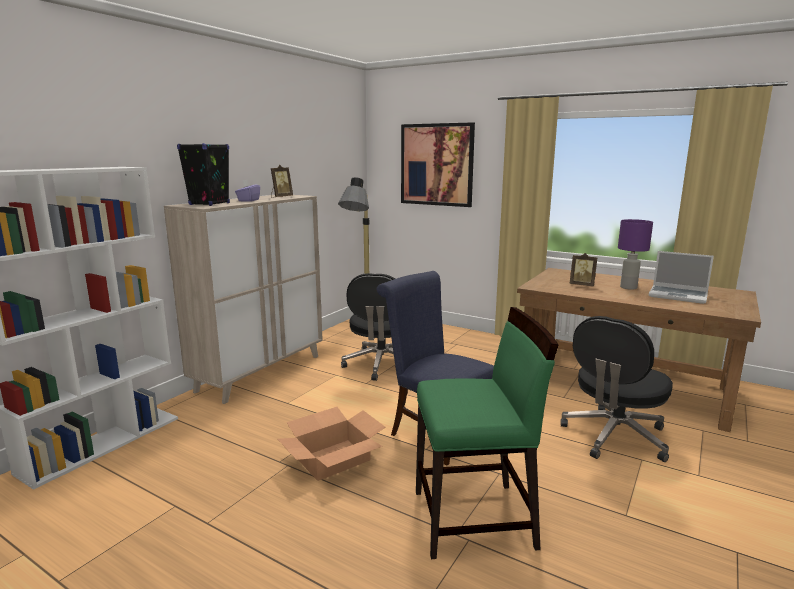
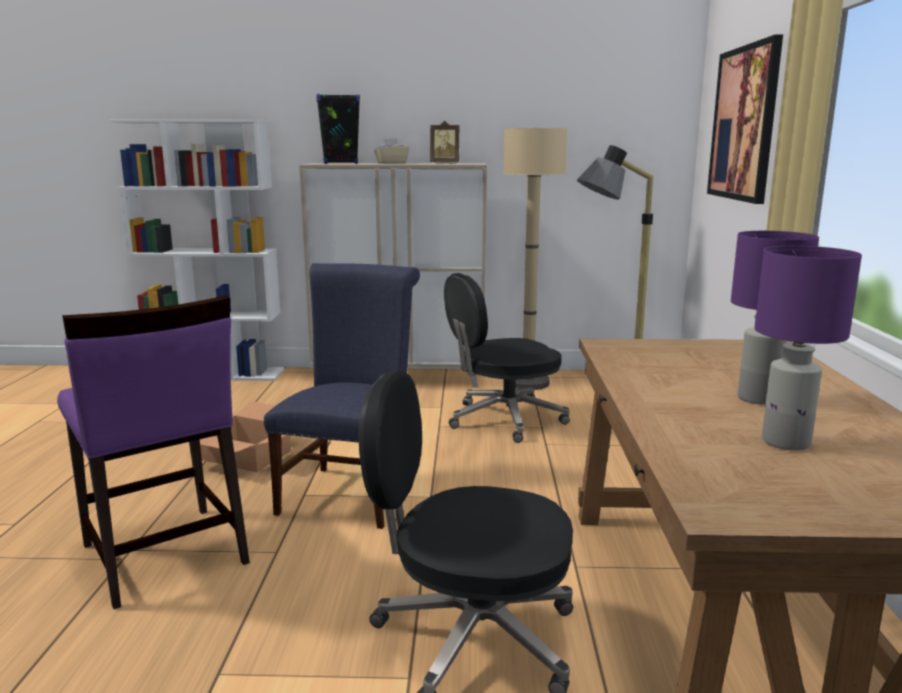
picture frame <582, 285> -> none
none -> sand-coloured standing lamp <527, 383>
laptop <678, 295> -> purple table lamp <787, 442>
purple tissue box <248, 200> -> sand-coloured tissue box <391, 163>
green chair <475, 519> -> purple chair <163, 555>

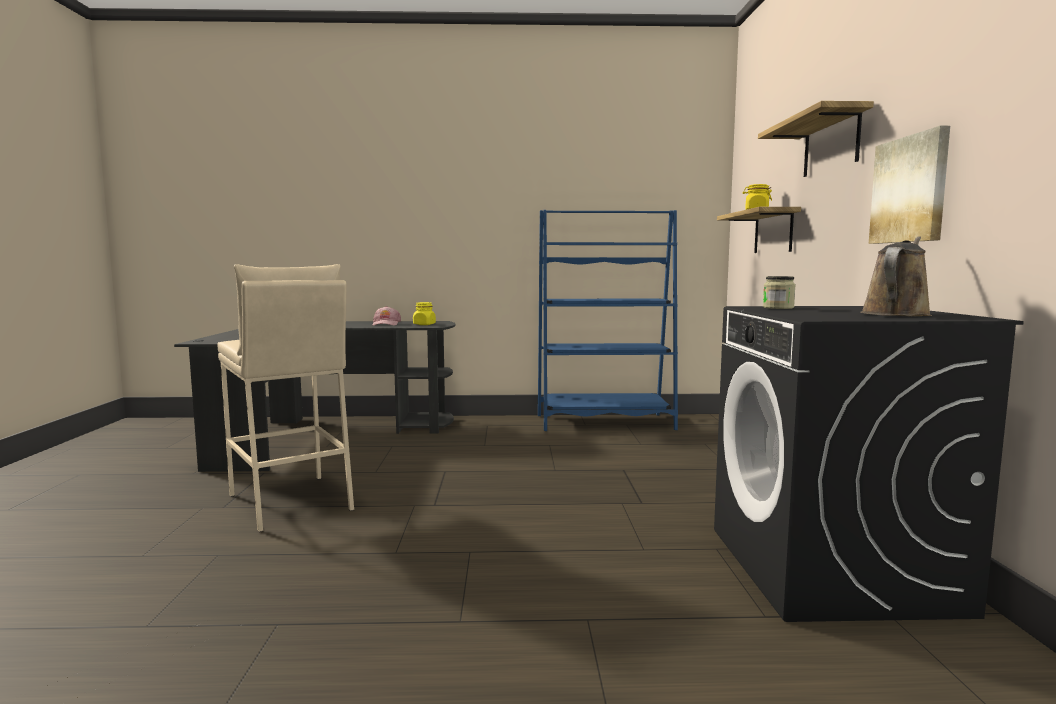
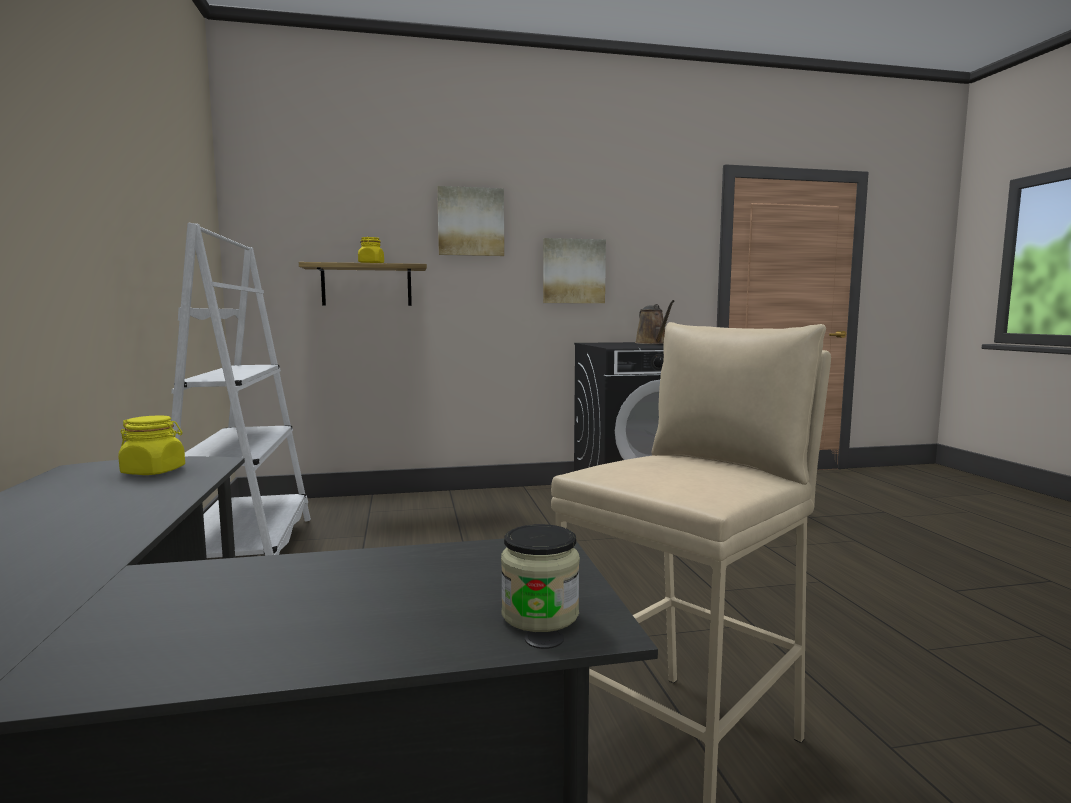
pinkish cap <386, 324> -> none
storage jar <778, 308> -> storage jar <540, 614>, moved
wall shelf <831, 144> -> wall art <470, 222>
bluish bookcase <604, 422> -> whitish bookcase <246, 553>
brown watering can <896, 314> -> brown watering can <653, 343>, 135 degrees counterclockwise

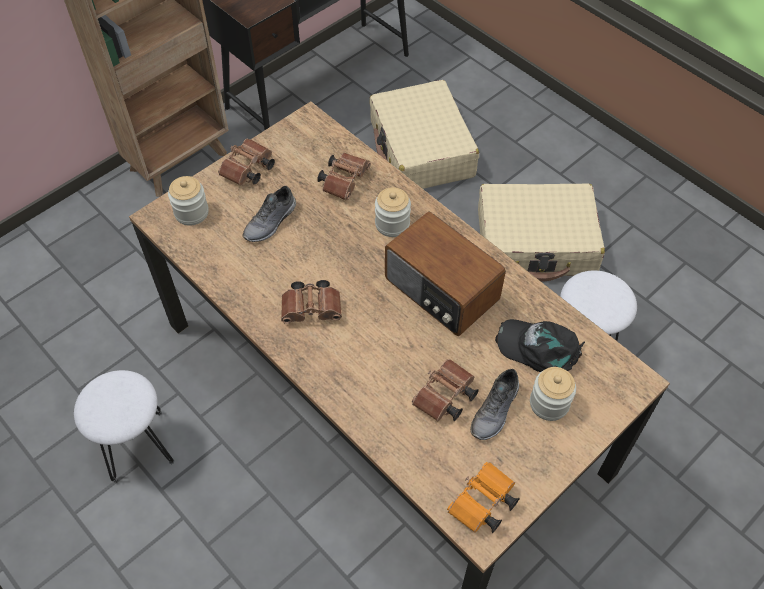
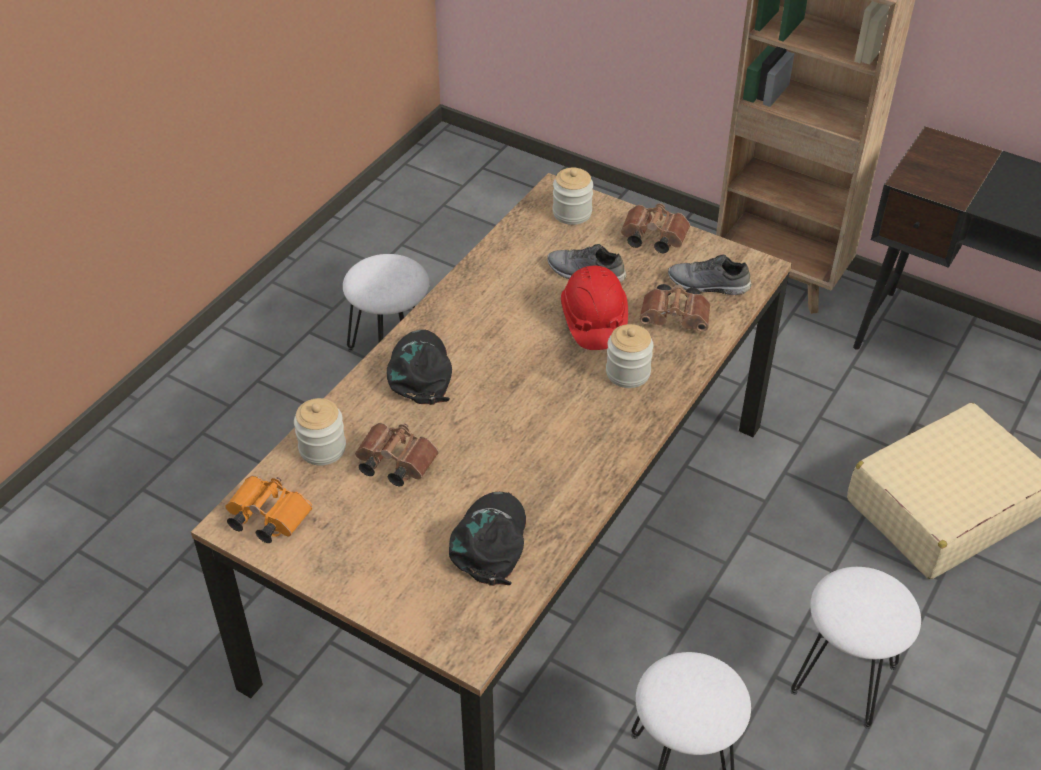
brown field glasses <313, 309> -> none
radio set <440, 291> -> none
none -> black cap <420, 371>
none -> red work helmet <593, 321>
greyish low shoe <495, 410> -> greyish low shoe <708, 285>, moved
storage jar <549, 403> -> storage jar <322, 448>, moved
sand-coloured piece of luggage <536, 242> -> whitish stool seat <845, 679>

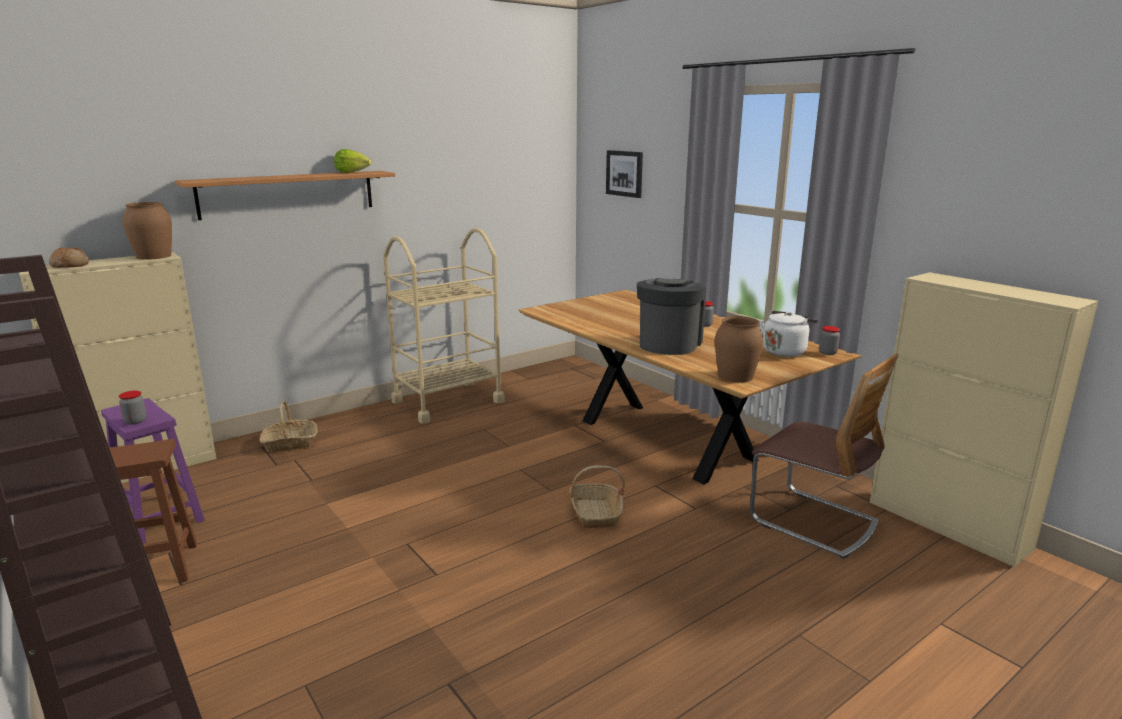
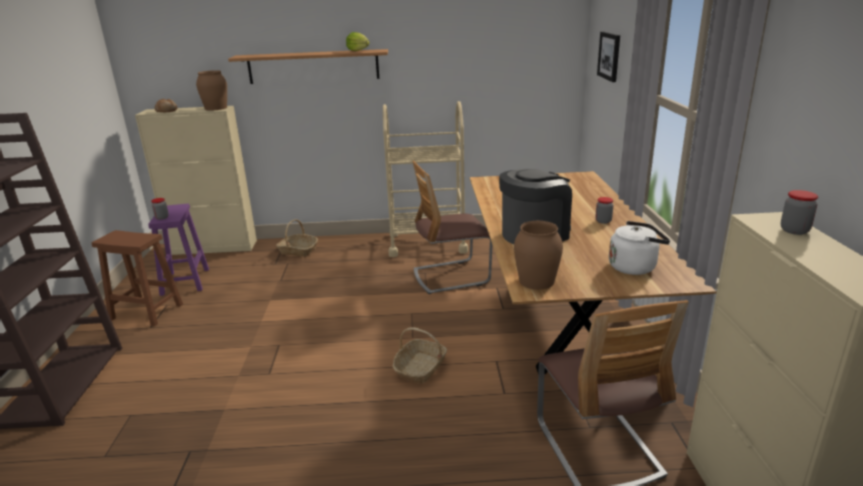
none -> chair <451, 276>
storage jar <827, 353> -> storage jar <794, 230>, moved

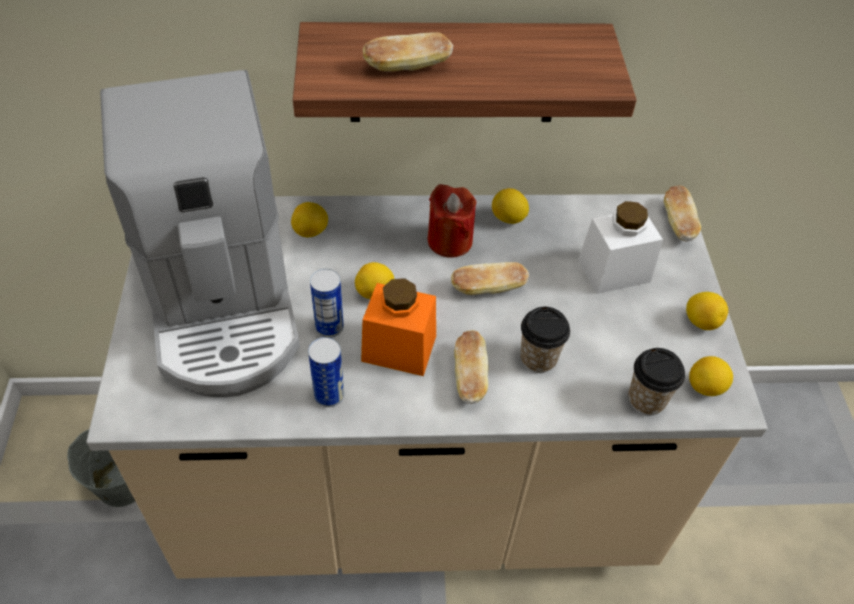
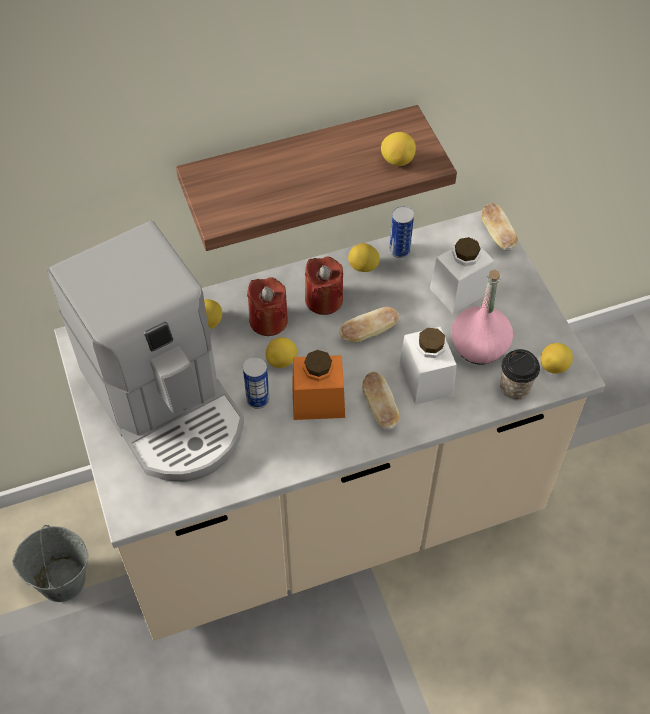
baked bread <407, 67> -> none
none -> red wax candle <268, 320>
none -> pinkish beverage bottle <479, 346>
sealed can <329, 395> -> sealed can <399, 251>, moved
whole lemon <701, 322> -> whole lemon <397, 160>, moved
drinking cup <538, 358> -> whitish storage jar <426, 379>

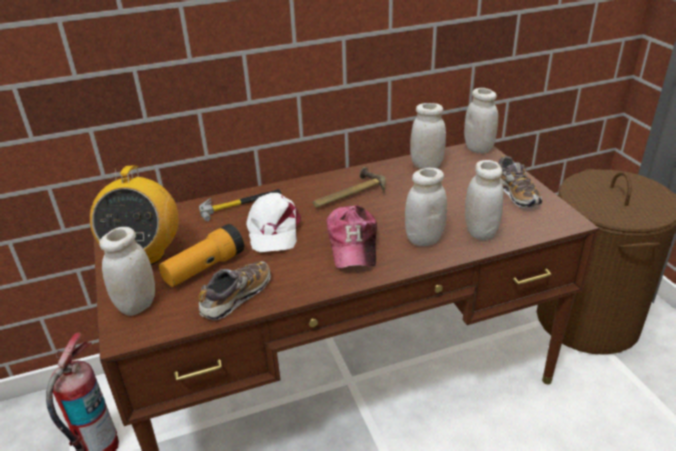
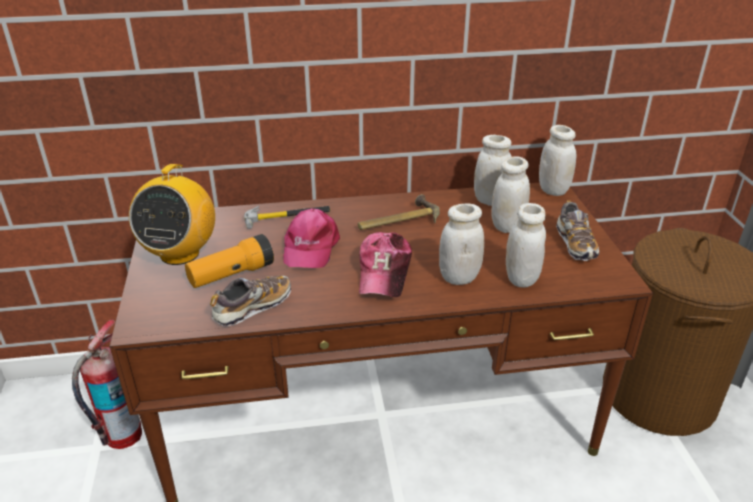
whitish storage jar <137, 305> -> whitish storage jar <507, 226>, moved
whitish cap <273, 230> -> pinkish cap <310, 247>

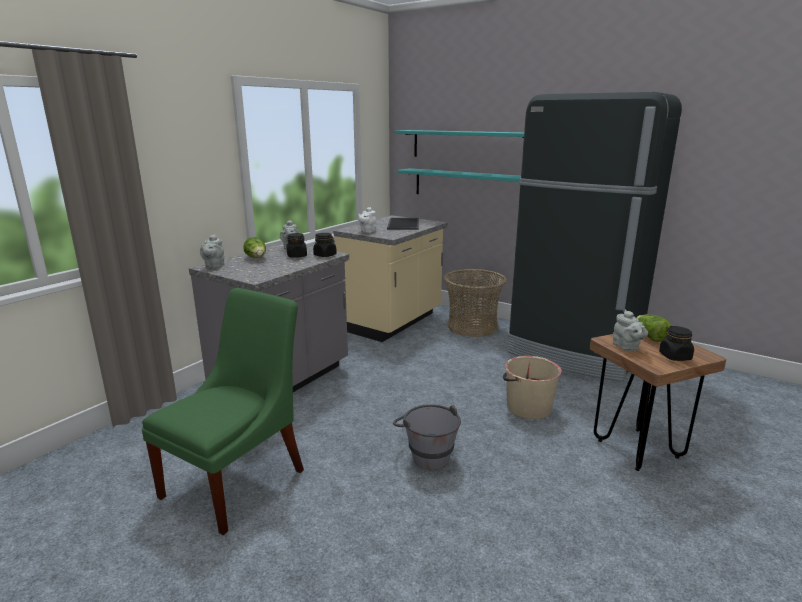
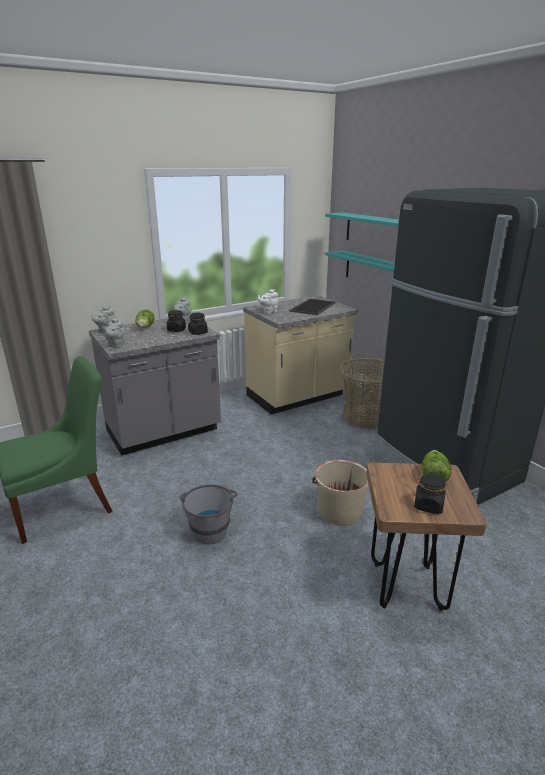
greyish tea pot <627, 347> -> greyish tea pot <116, 345>, moved

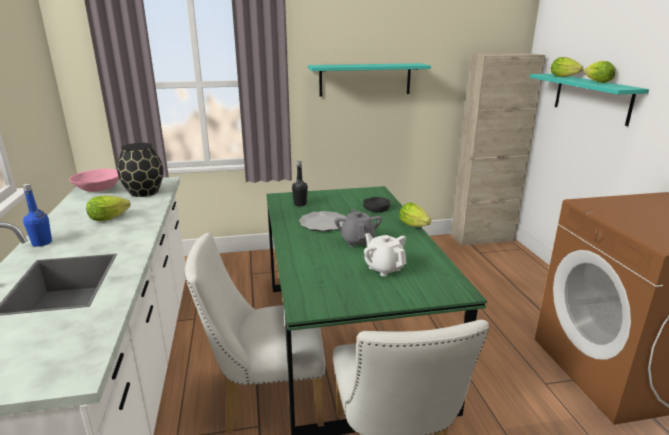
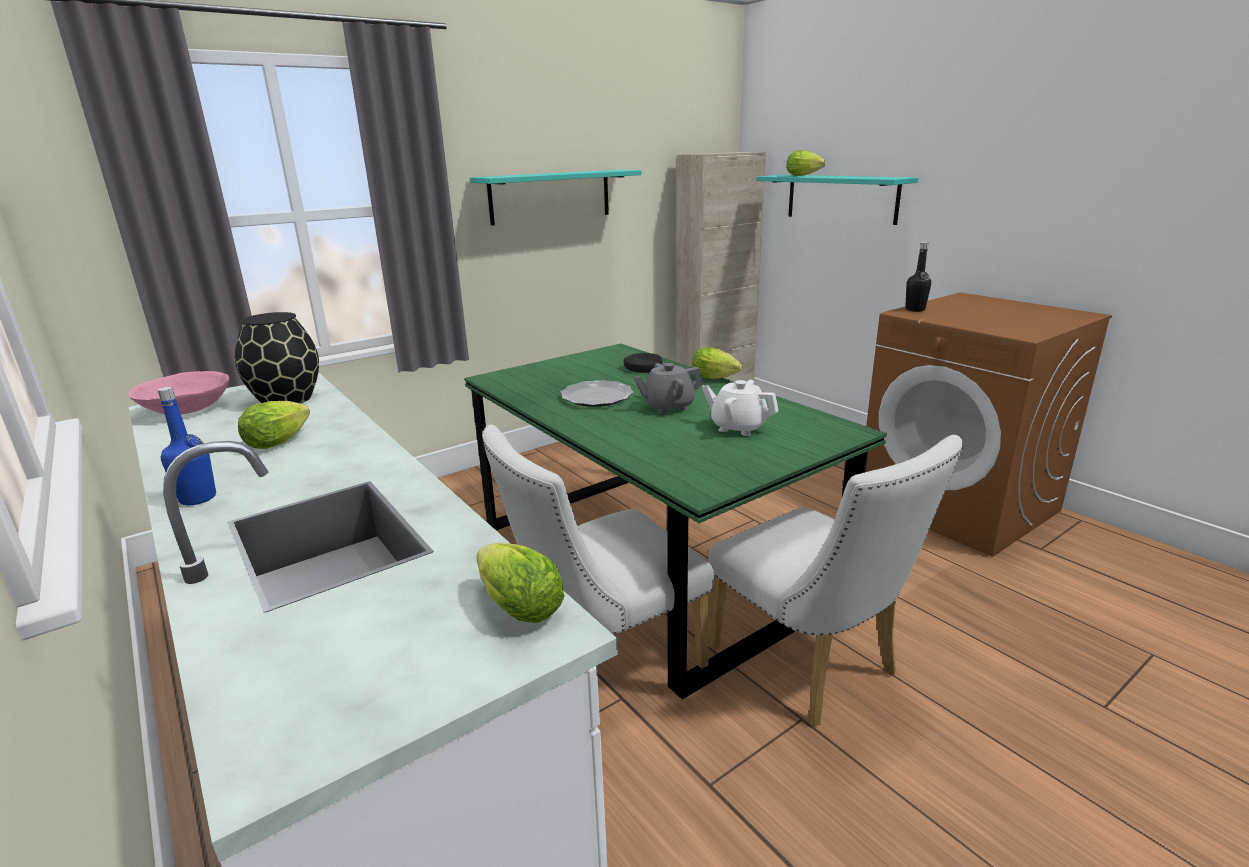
black beverage bottle <300, 204> -> black beverage bottle <915, 310>, moved
lettuce head <595, 82> -> lettuce head <516, 605>, moved
greyish tea pot <357, 241> -> greyish tea pot <668, 407>, 75 degrees counterclockwise

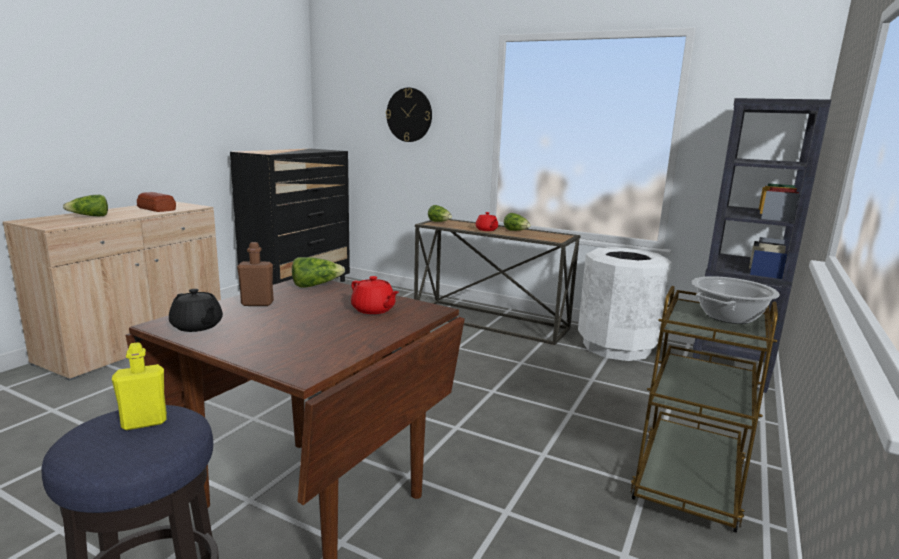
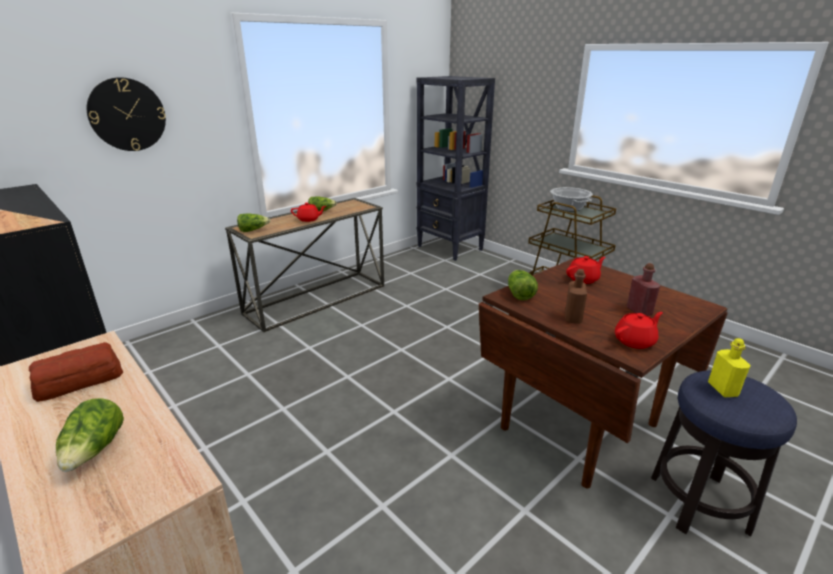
whitish rubbish bin <616, 347> -> none
none -> red beverage bottle <639, 311>
black tea pot <197, 326> -> red tea pot <635, 341>

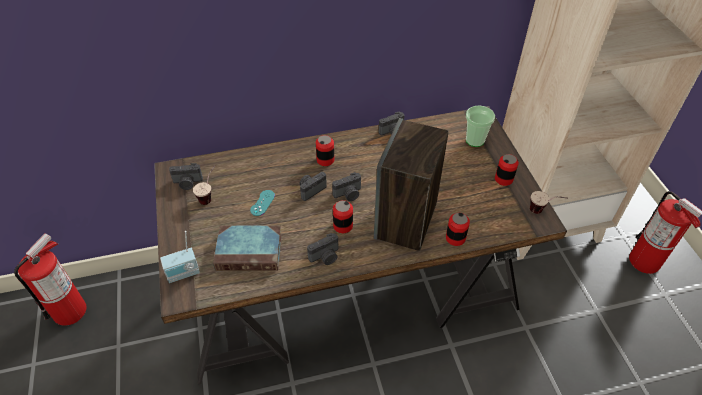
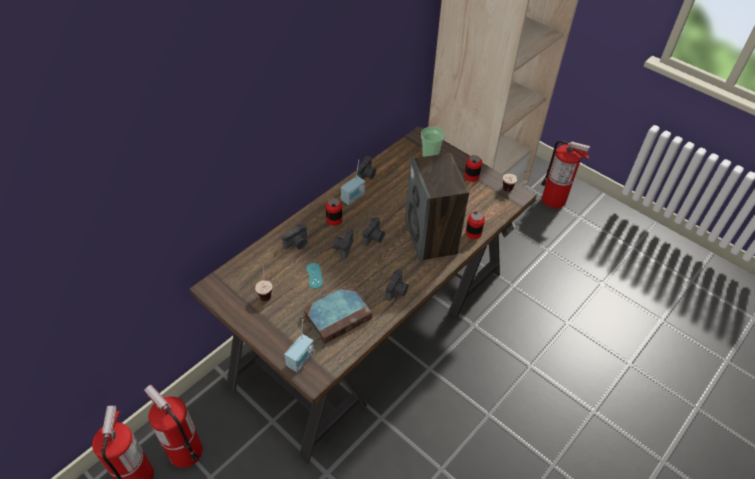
sealed can <343, 226> -> none
none -> fire extinguisher <185, 451>
none -> radio set <354, 198>
still camera <187, 183> -> still camera <297, 243>, moved

